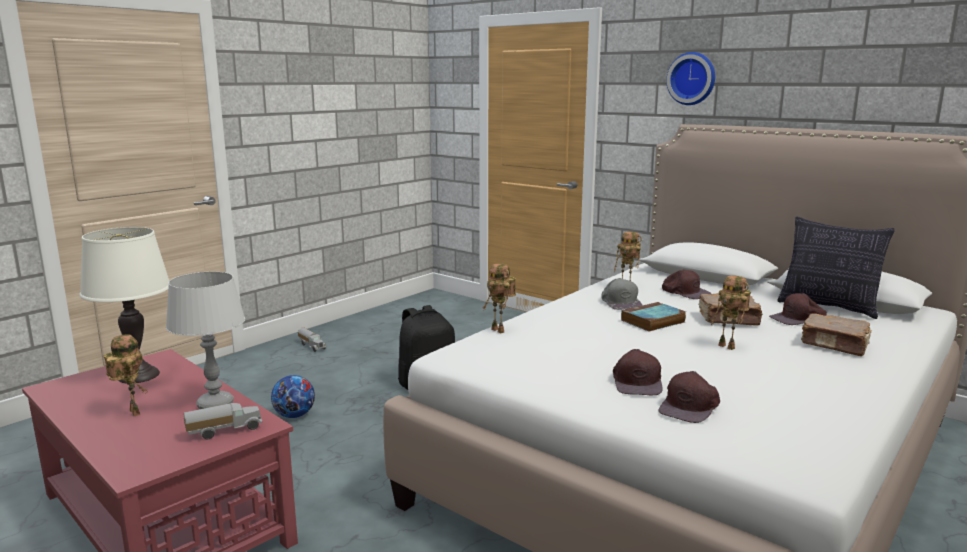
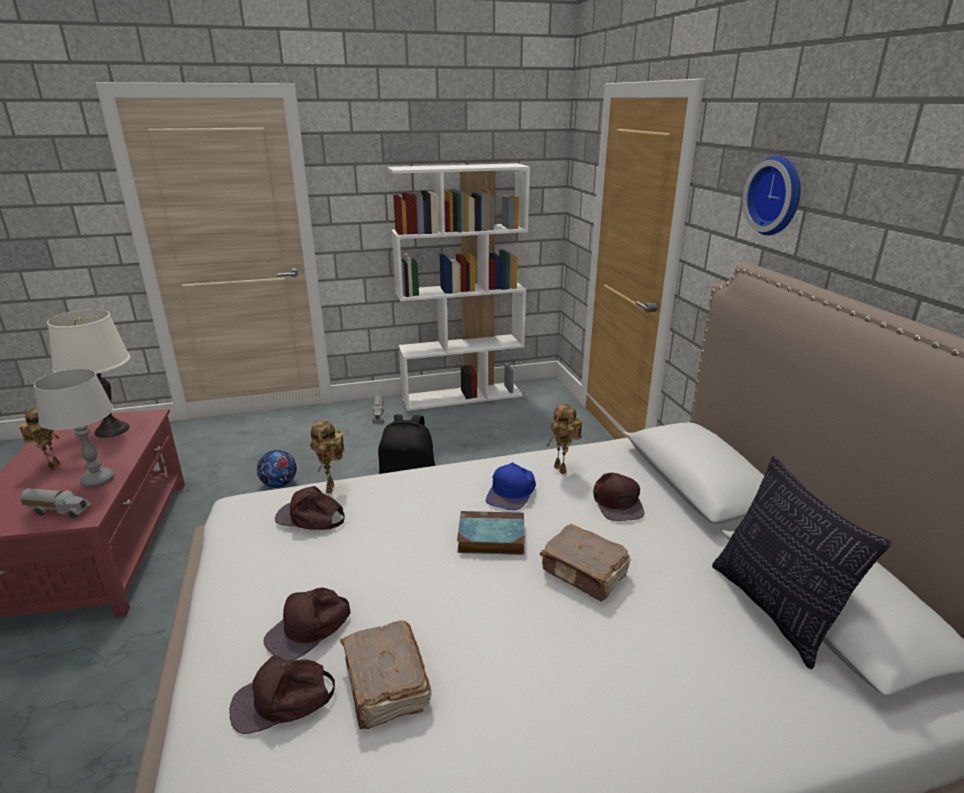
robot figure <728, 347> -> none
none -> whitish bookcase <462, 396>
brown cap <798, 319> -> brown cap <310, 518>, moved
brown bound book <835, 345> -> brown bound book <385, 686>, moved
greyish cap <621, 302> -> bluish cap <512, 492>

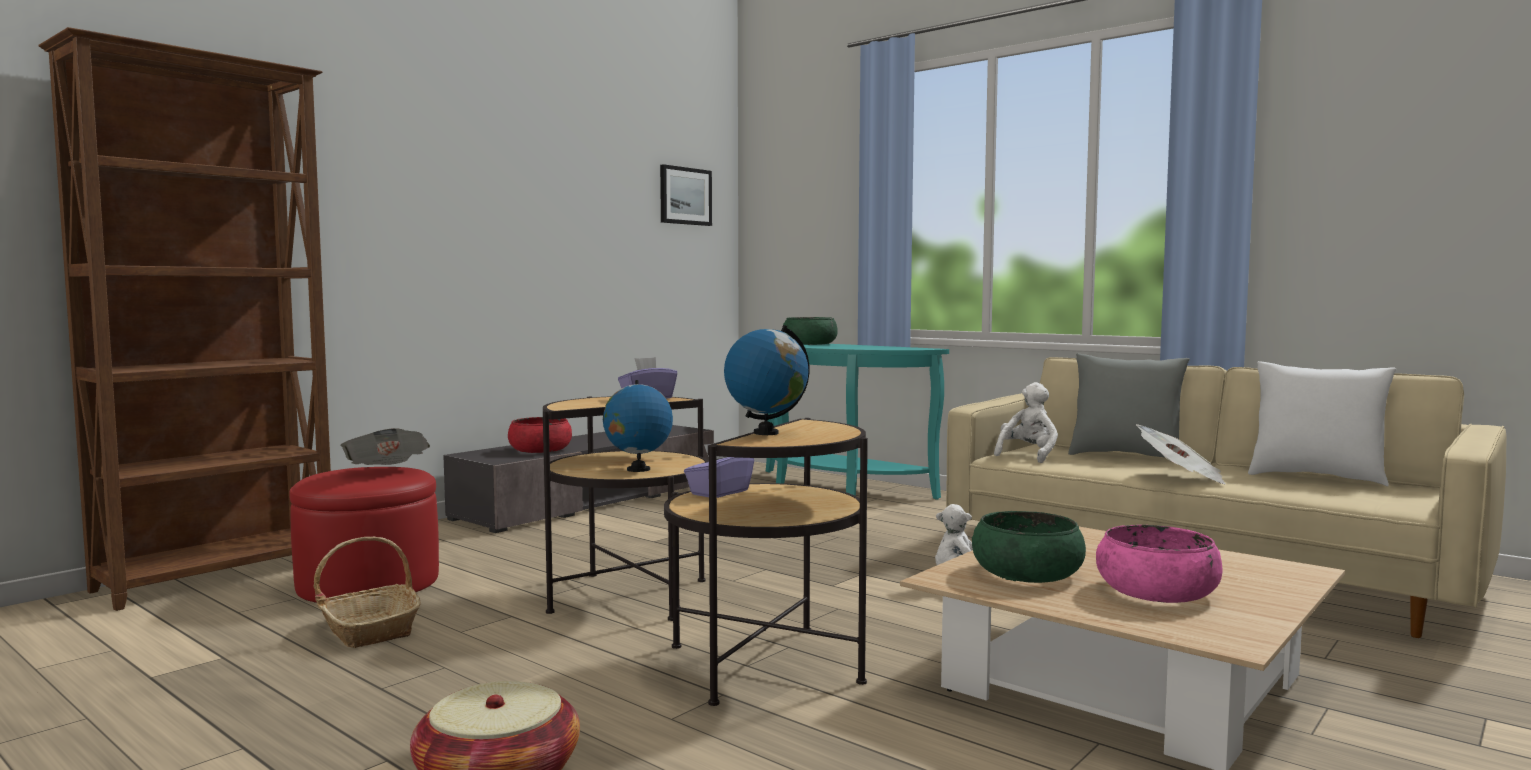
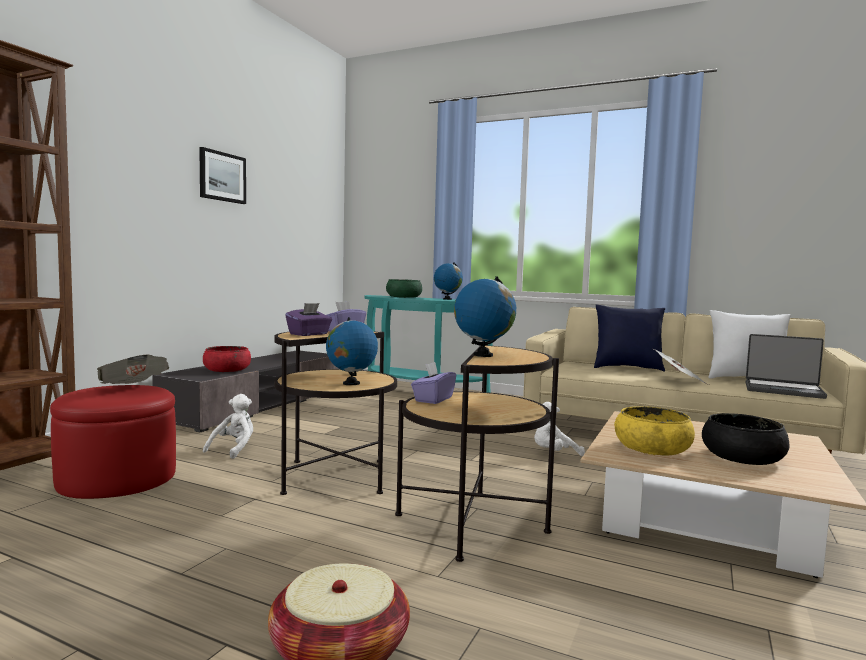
basket <369, 630> -> none
none -> purple tissue box <309, 334>
none -> desk globe <447, 299>
none -> laptop <783, 390>
wall art <685, 196> -> wall art <222, 177>, moved
whitish soft toy <1028, 456> -> whitish soft toy <234, 449>, moved
green deep dish <1027, 573> -> yellow-coloured deep dish <652, 449>
greyish cushion <1125, 456> -> bluish cushion <627, 368>
pinkish deep dish <1156, 592> -> black deep dish <742, 457>

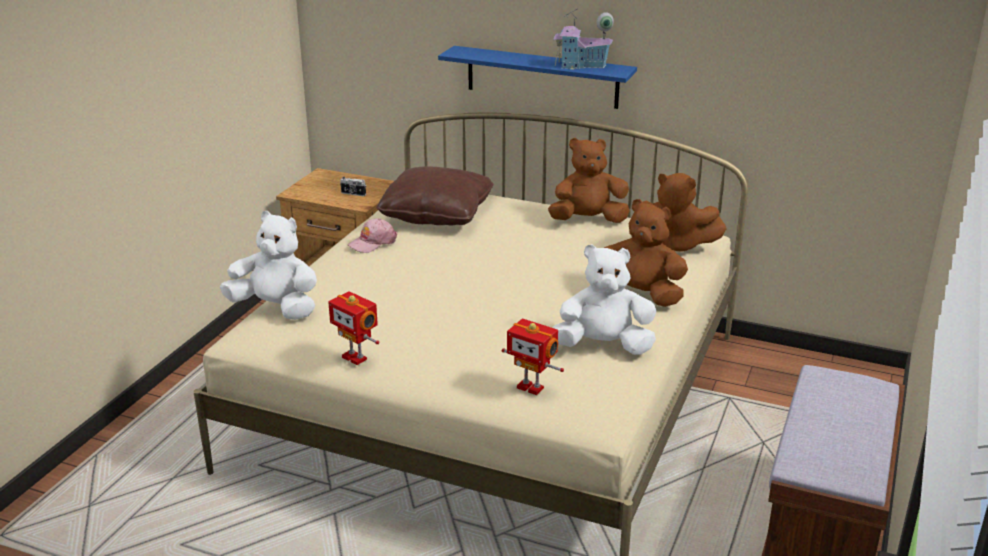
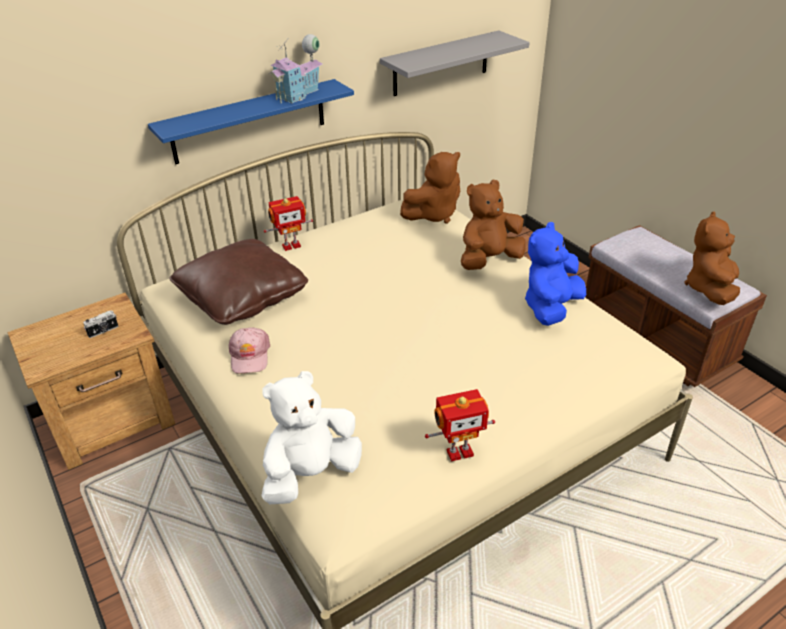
none -> greyish wall shelf <441, 63>
robot figure <531, 387> -> robot figure <291, 245>, moved
brown soft toy <588, 220> -> brown soft toy <710, 289>, moved
whitish soft toy <603, 346> -> bluish soft toy <551, 308>

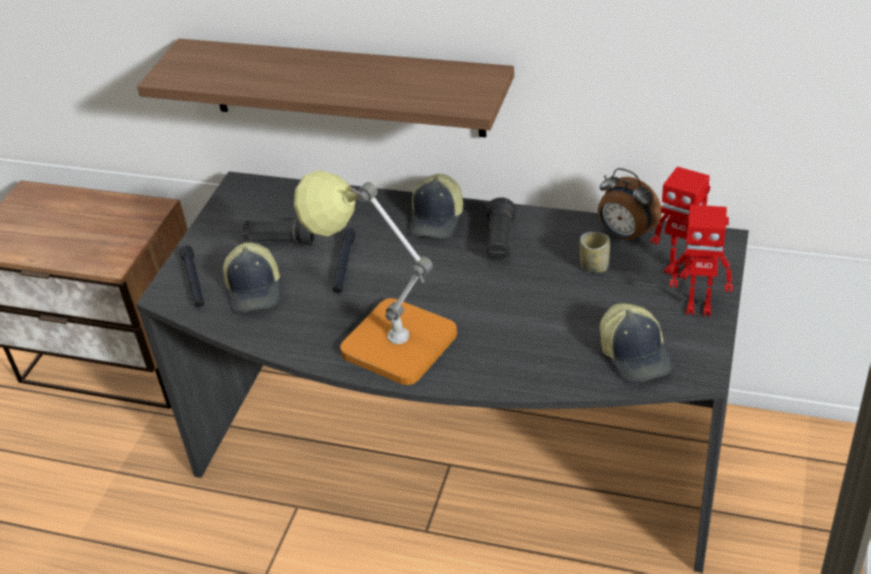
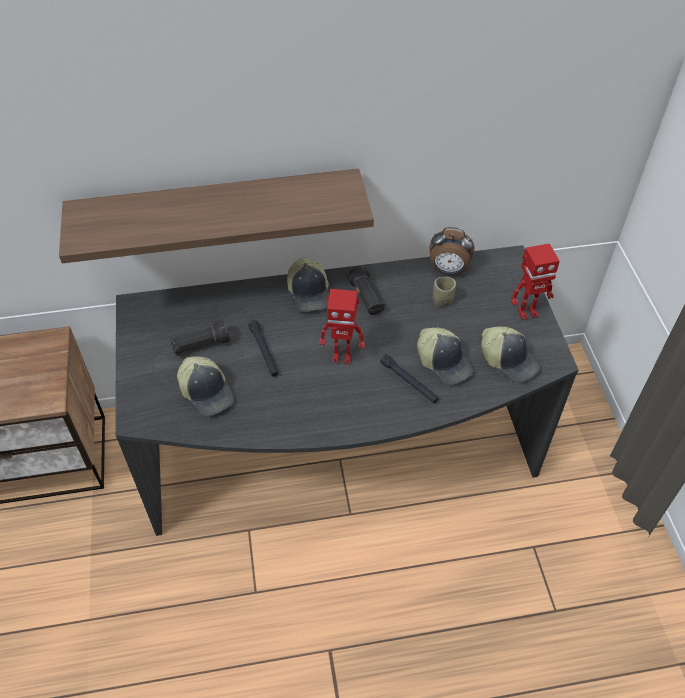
table lamp <386, 338> -> none
none -> cap <444, 362>
black hand torch <194, 281> -> black hand torch <409, 382>, moved
robot figure <679, 270> -> robot figure <342, 357>, moved

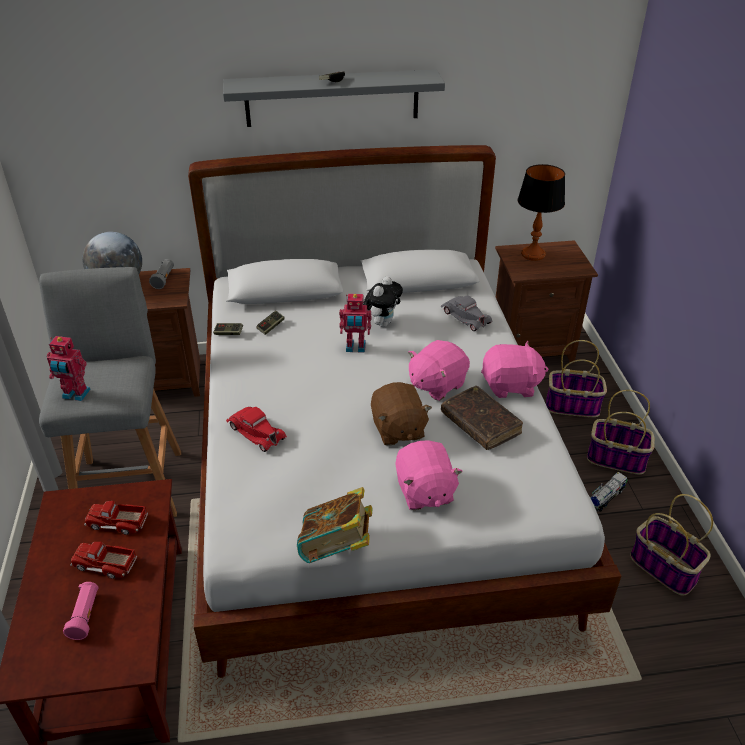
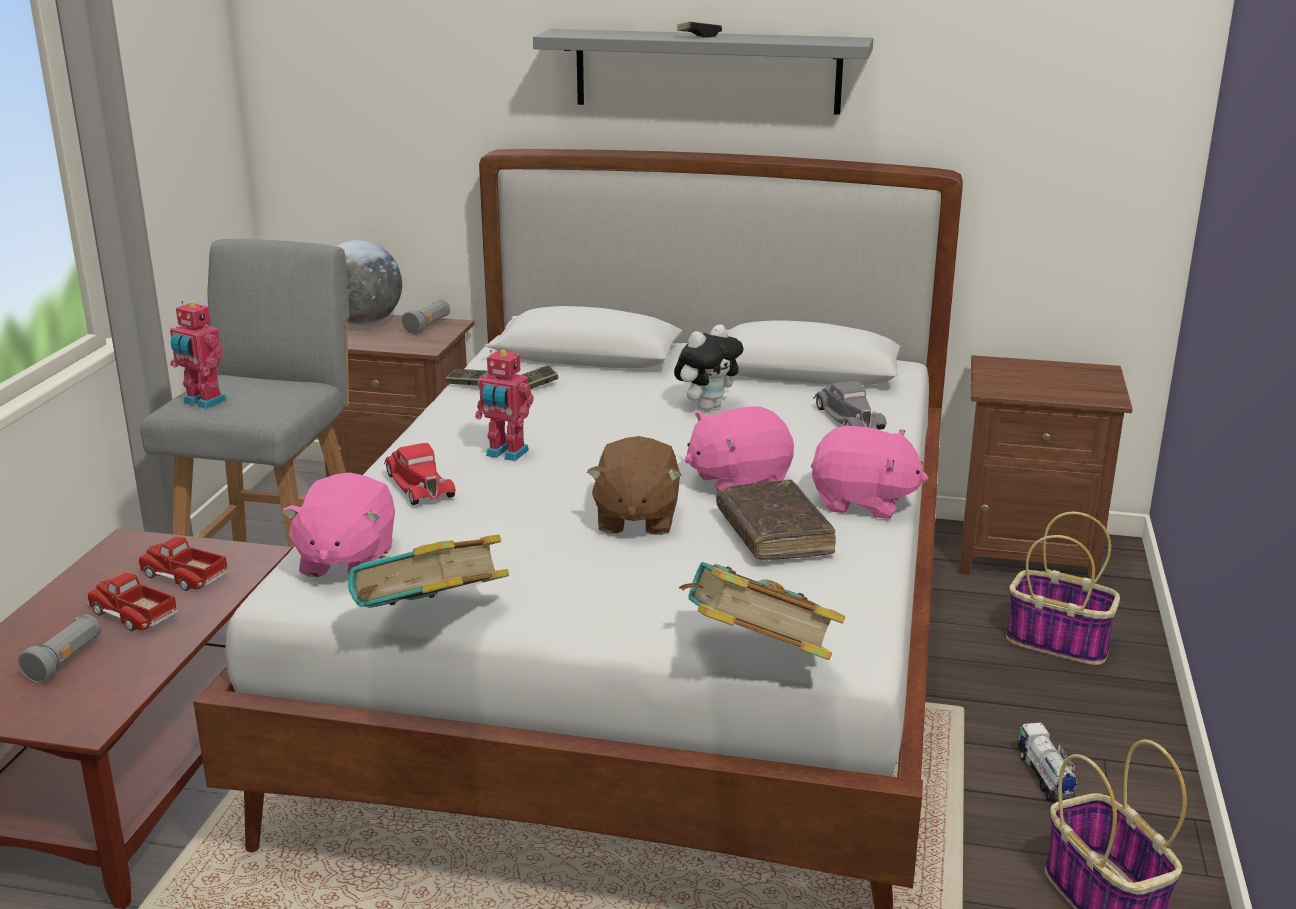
table lamp <532, 254> -> none
basket <617, 459> -> none
none -> bound book <757, 658>
robot figure <355, 348> -> robot figure <506, 454>, moved
pinkish soft toy <424, 491> -> pinkish soft toy <346, 561>, moved
pinkish hand torch <85, 615> -> greyish hand torch <66, 660>
toy lorry <605, 498> -> toy lorry <1045, 777>, 75 degrees counterclockwise

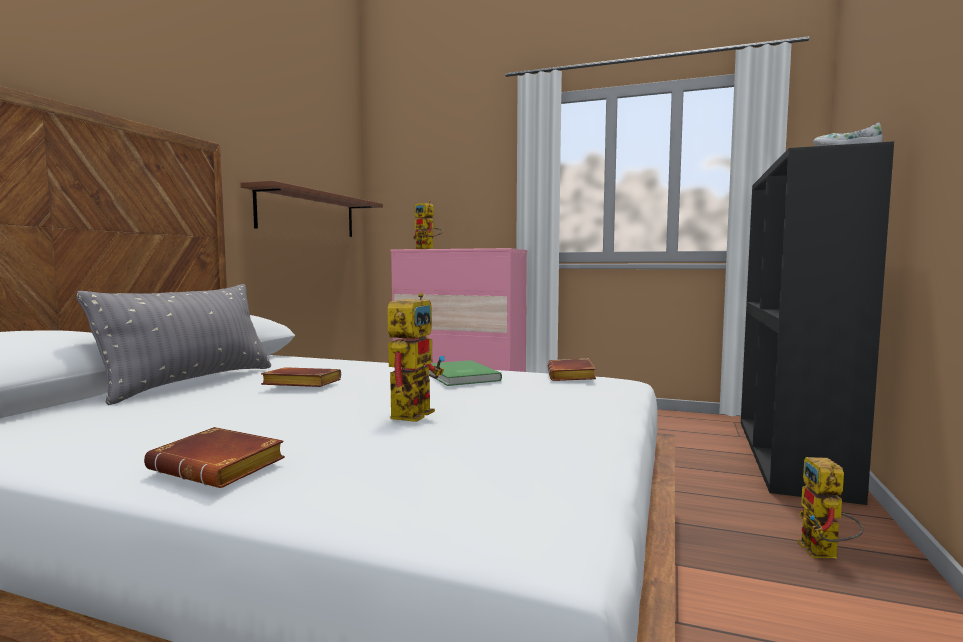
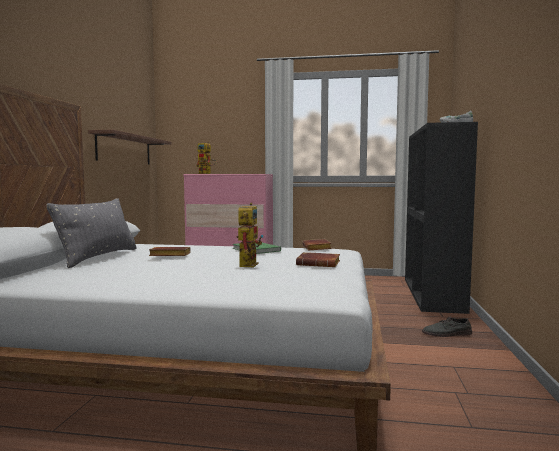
brown bound book <222, 467> -> brown bound book <319, 264>, moved
robot figure <825, 554> -> greyish low shoe <447, 334>

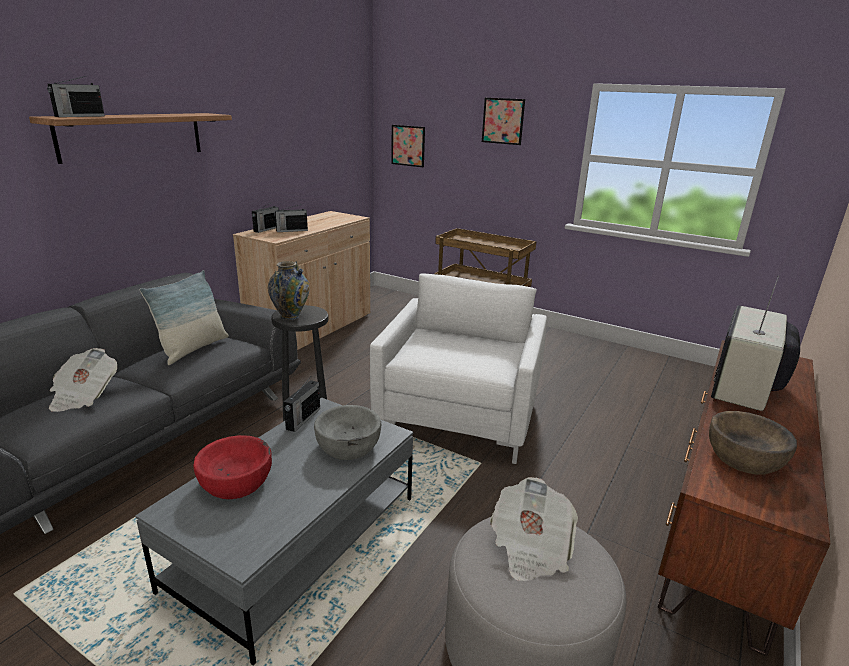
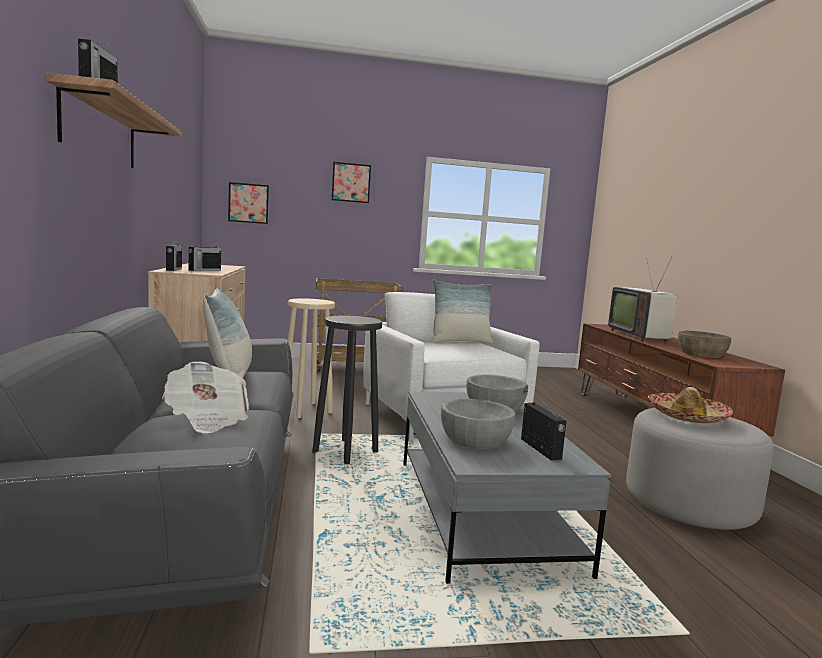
flower vase <290, 316> -> none
none -> sand-coloured stool seat <306, 410>
none -> cushion <460, 342>
radio set <302, 419> -> radio set <541, 449>, moved
newspaper <530, 547> -> hat <687, 416>
red deep dish <236, 481> -> greyish deep dish <475, 439>

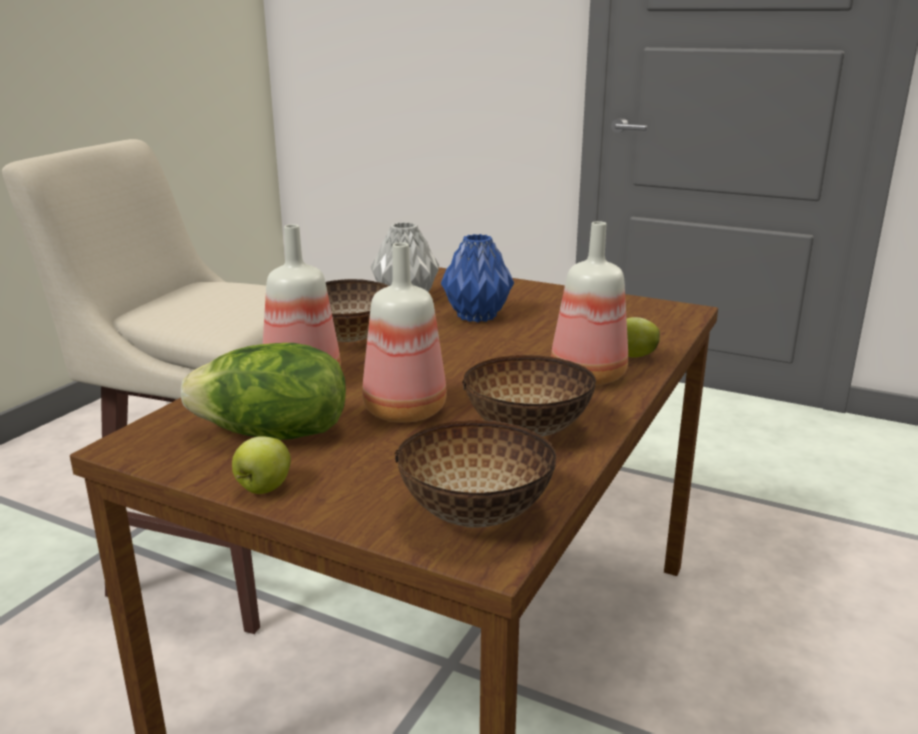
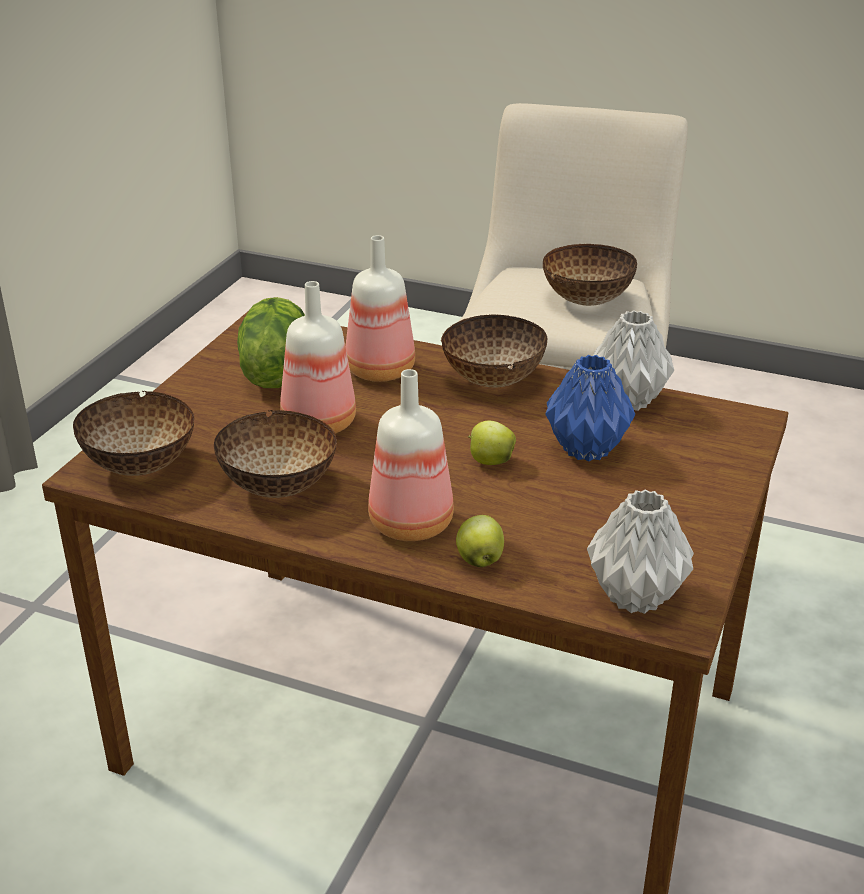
none -> deep dish <586, 300>
none -> greyish flower vase <635, 595>
whole apple <263, 489> -> whole apple <490, 461>, moved

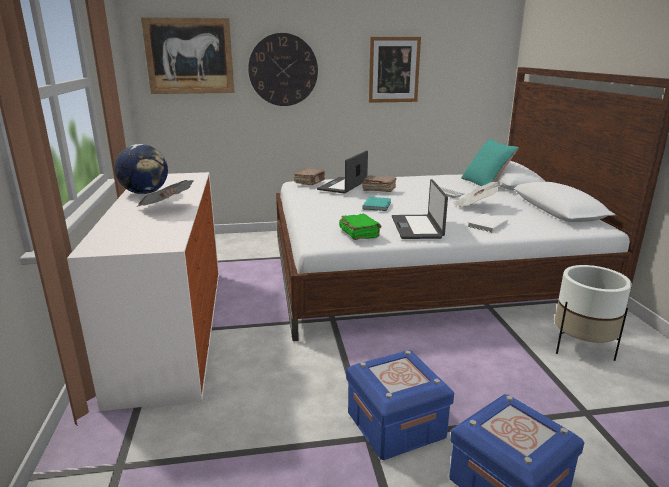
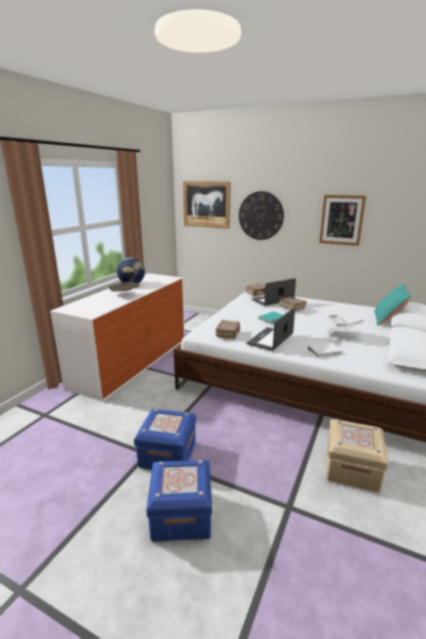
whitish planter <581, 348> -> sand-coloured storage container <352, 469>
green bound book <359, 234> -> brown bound book <228, 334>

